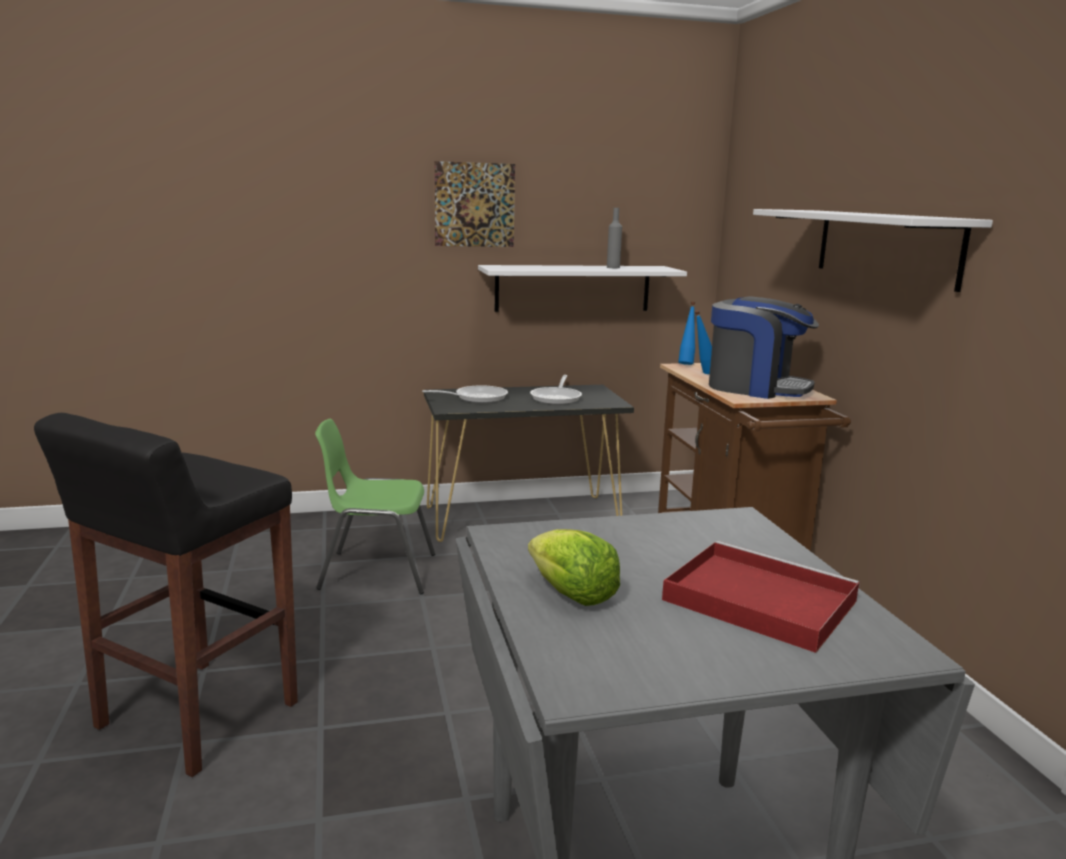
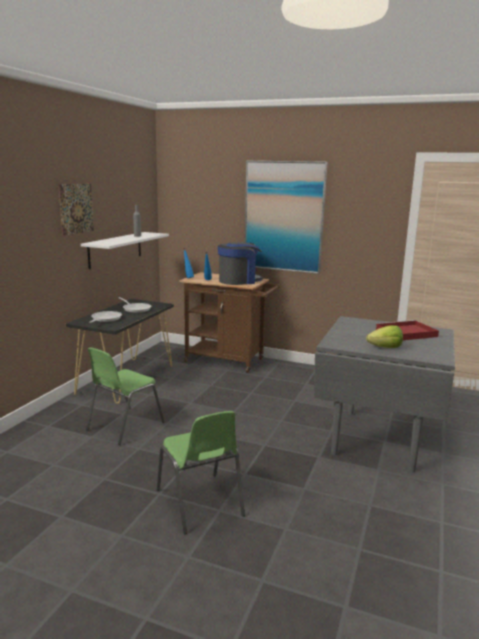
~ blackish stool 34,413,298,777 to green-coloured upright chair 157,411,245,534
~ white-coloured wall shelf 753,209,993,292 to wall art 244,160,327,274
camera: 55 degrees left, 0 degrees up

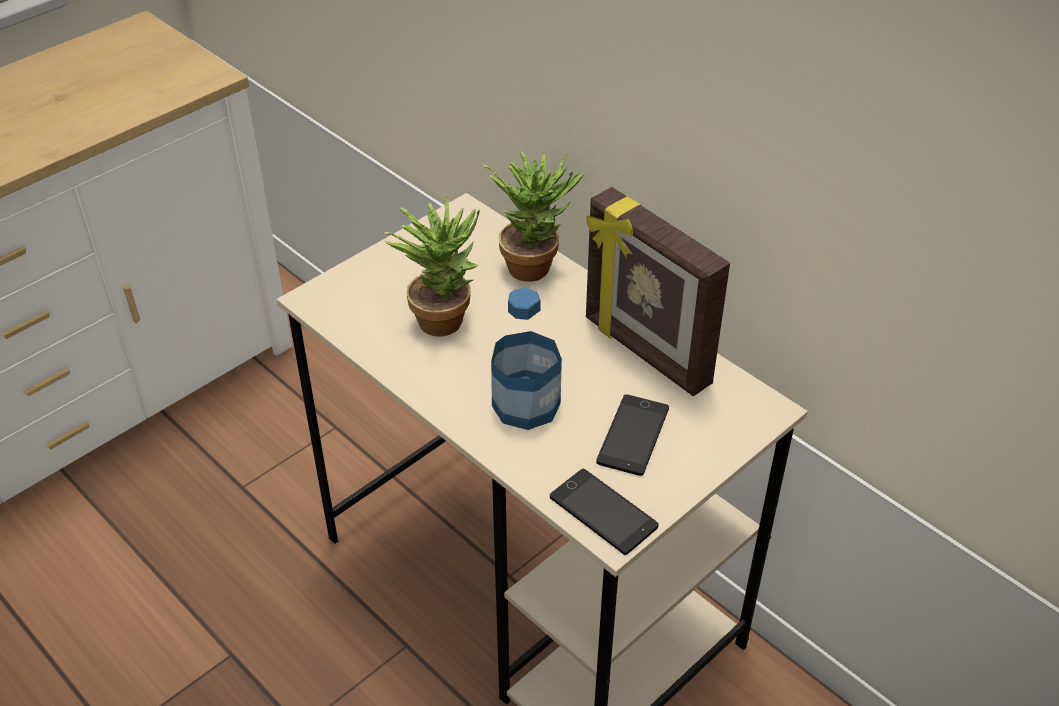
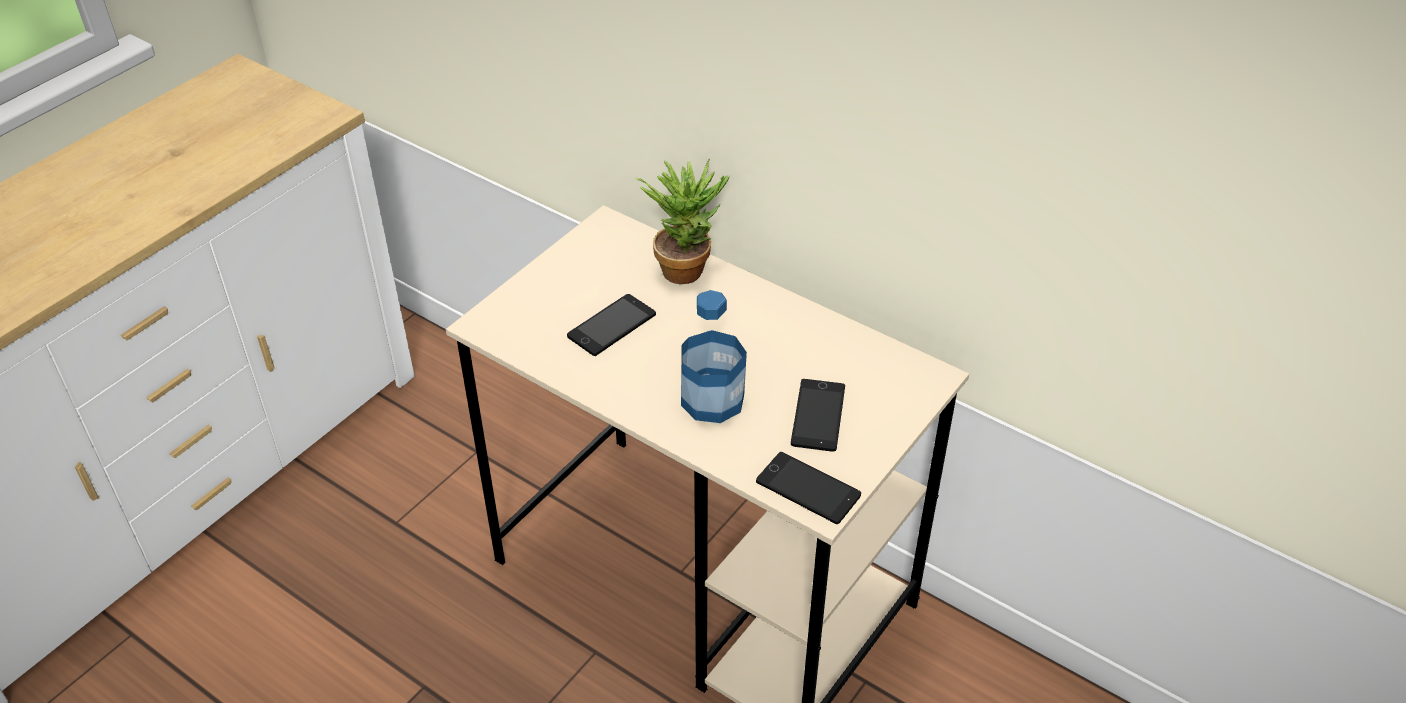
- photo frame 586,187,730,396
~ plant in a pot 384,195,480,337 to telephone 567,294,656,356
camera: 10 degrees left, 0 degrees up

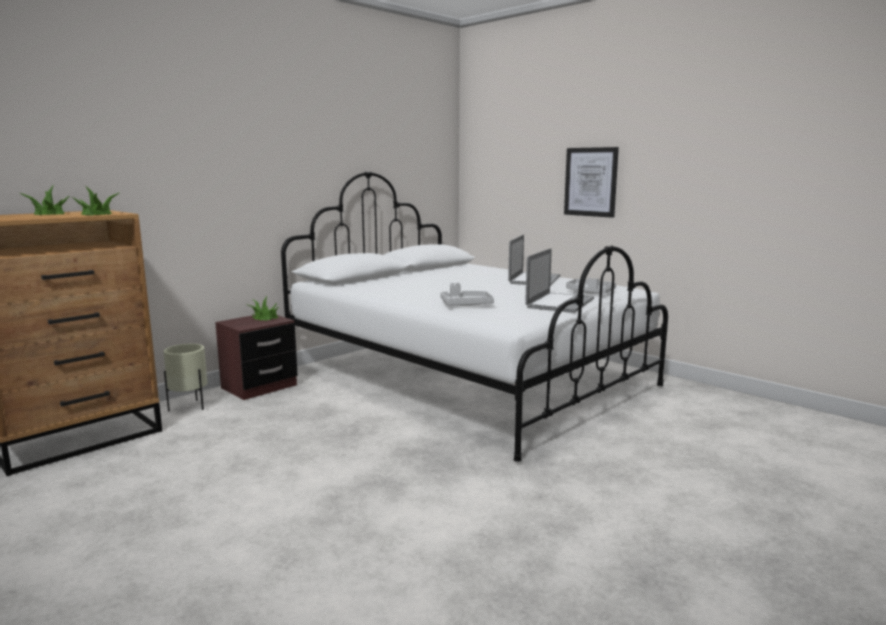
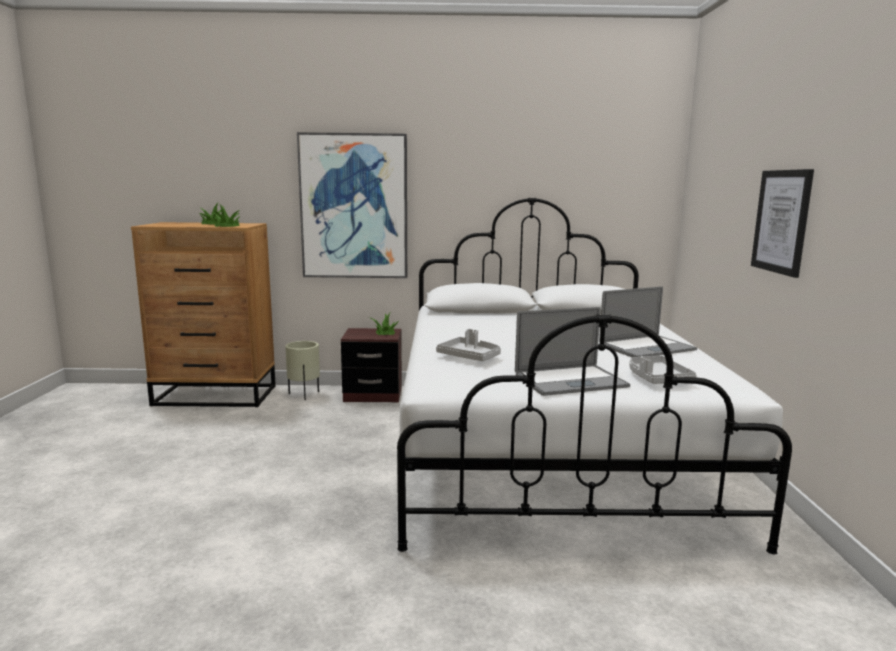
+ wall art 297,132,407,278
camera: 45 degrees right, 0 degrees up

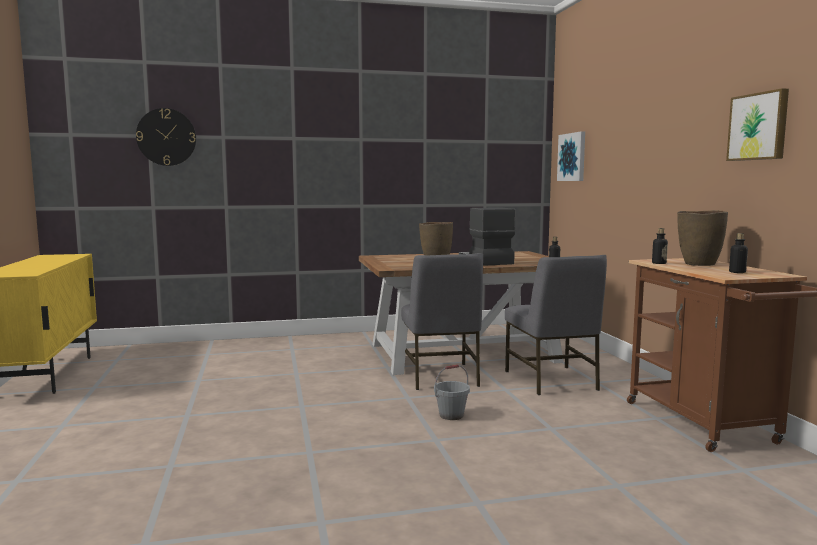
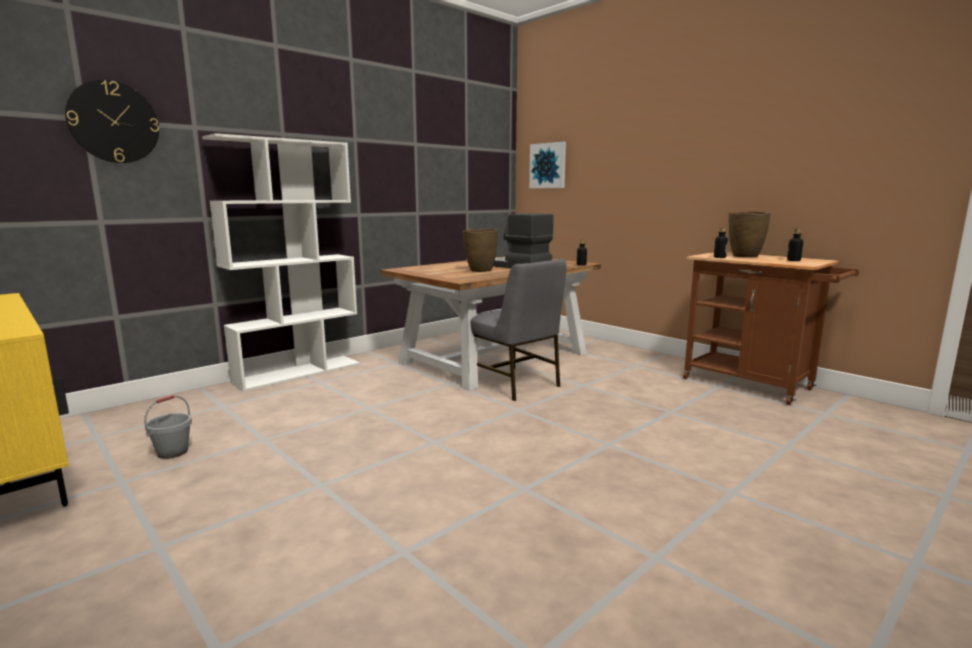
- greyish upright chair 505,255,607,395
- wall art 726,88,789,161
+ white-coloured bookshelf 202,133,360,392
~ greyish bucket 434,365,470,420 to 144,395,192,459
camera: 30 degrees left, 5 degrees up

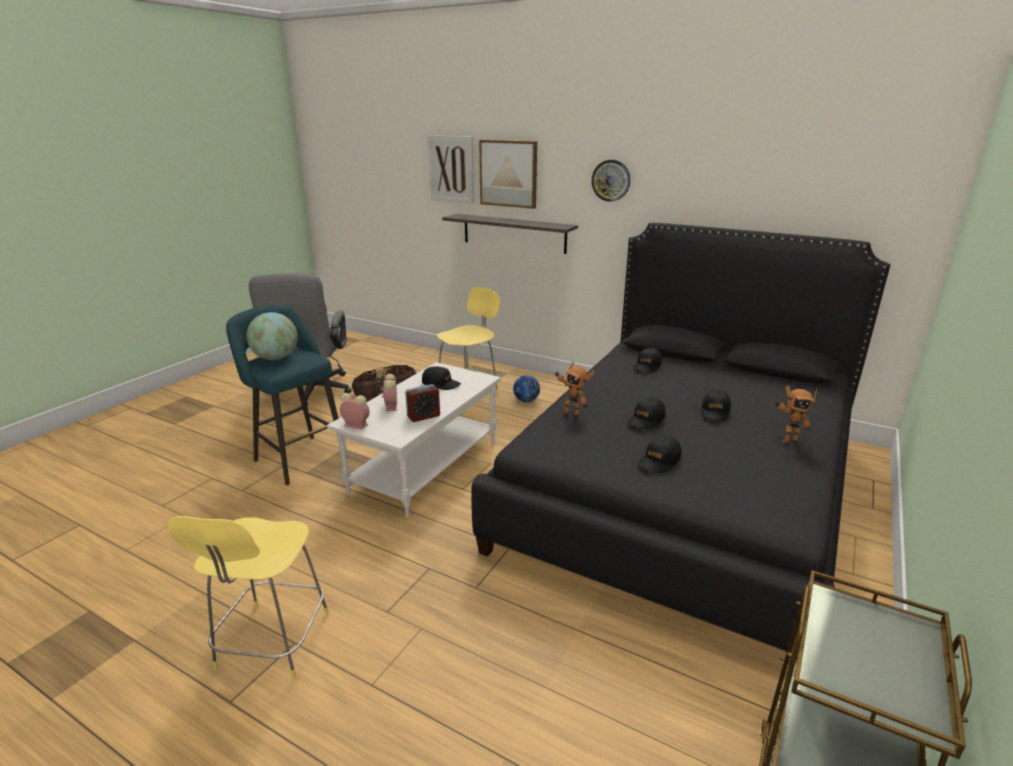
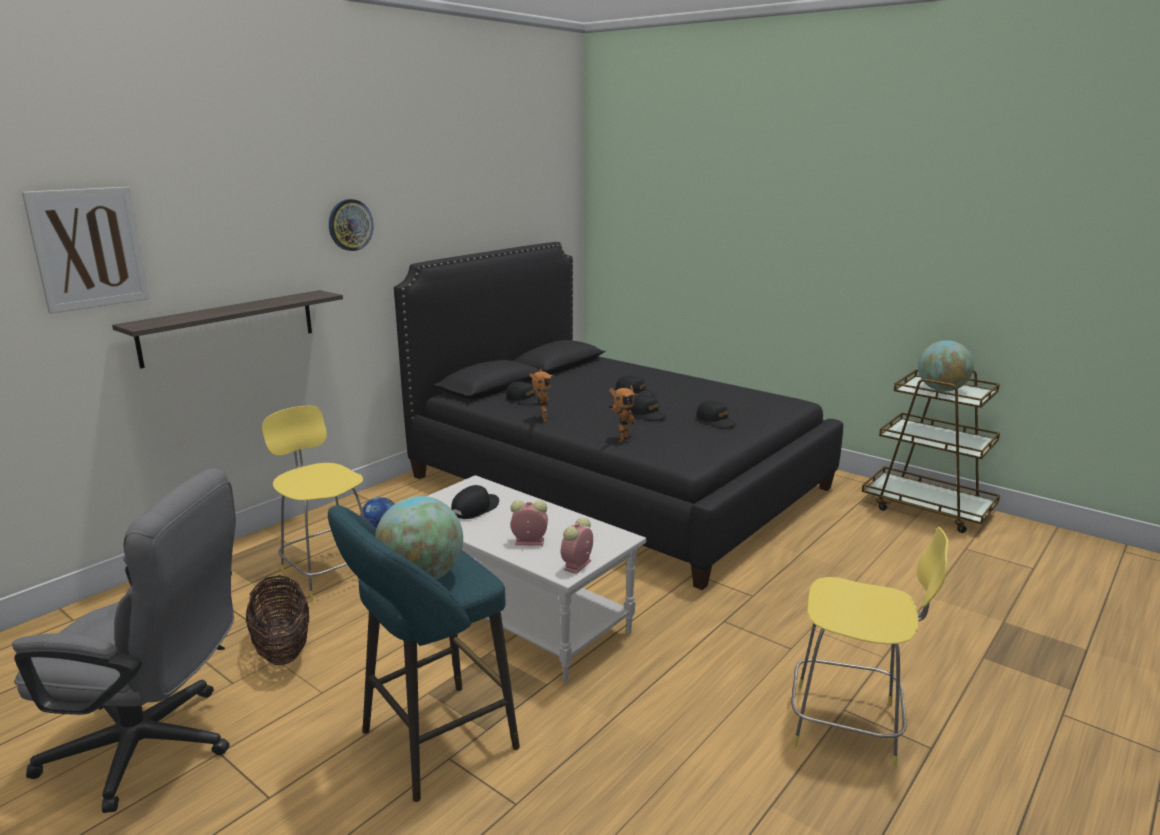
- bedside clock 405,384,440,422
- wall art 479,140,537,209
+ desk globe 918,340,974,392
~ robot figure 774,385,817,444 to 529,369,554,422
camera: 80 degrees left, 5 degrees down

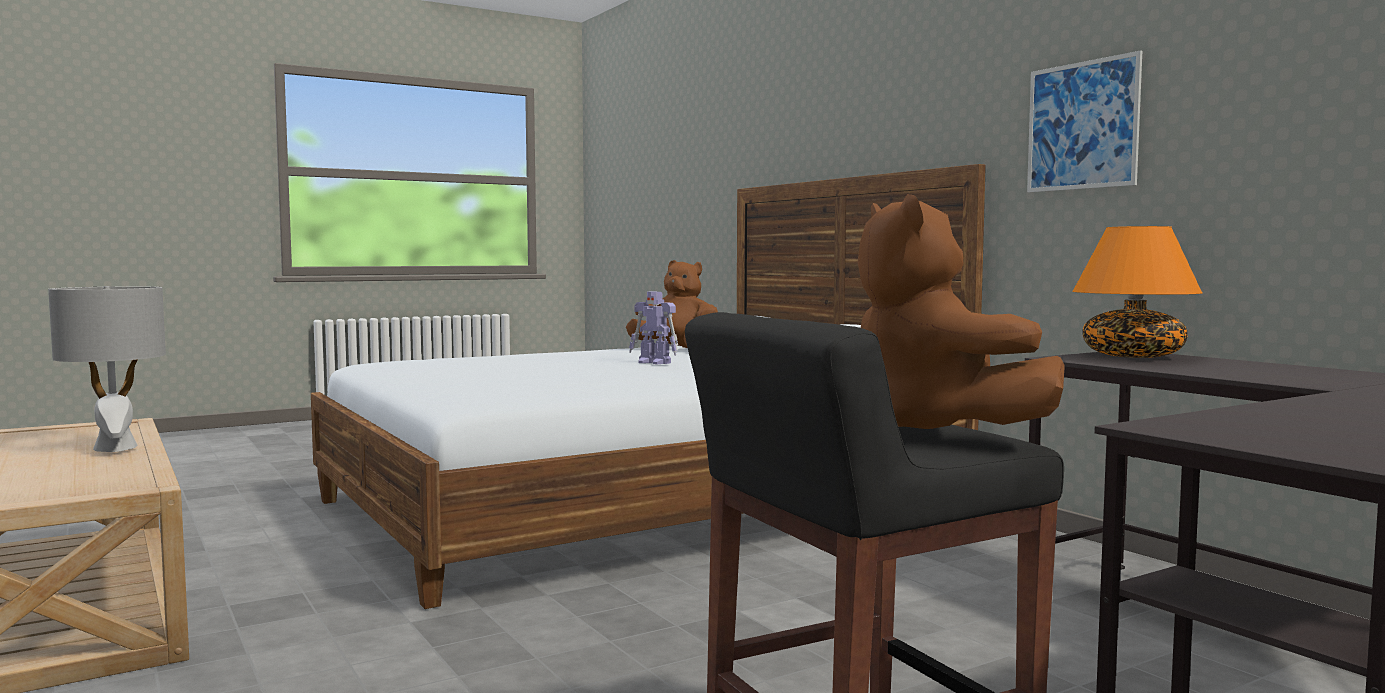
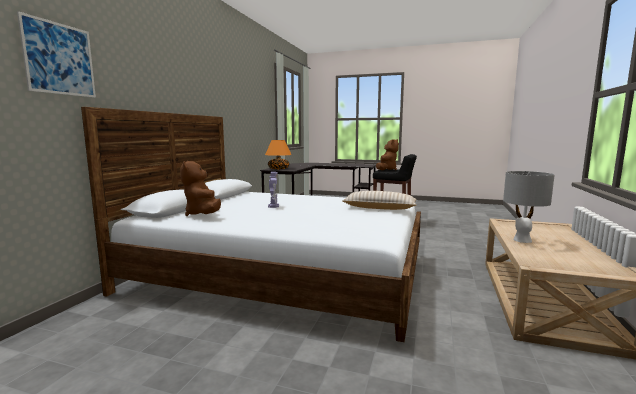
+ beige cushion 342,191,416,210
~ wall art 1027,50,1142,193 to 17,11,96,98
camera: 130 degrees left, 5 degrees up

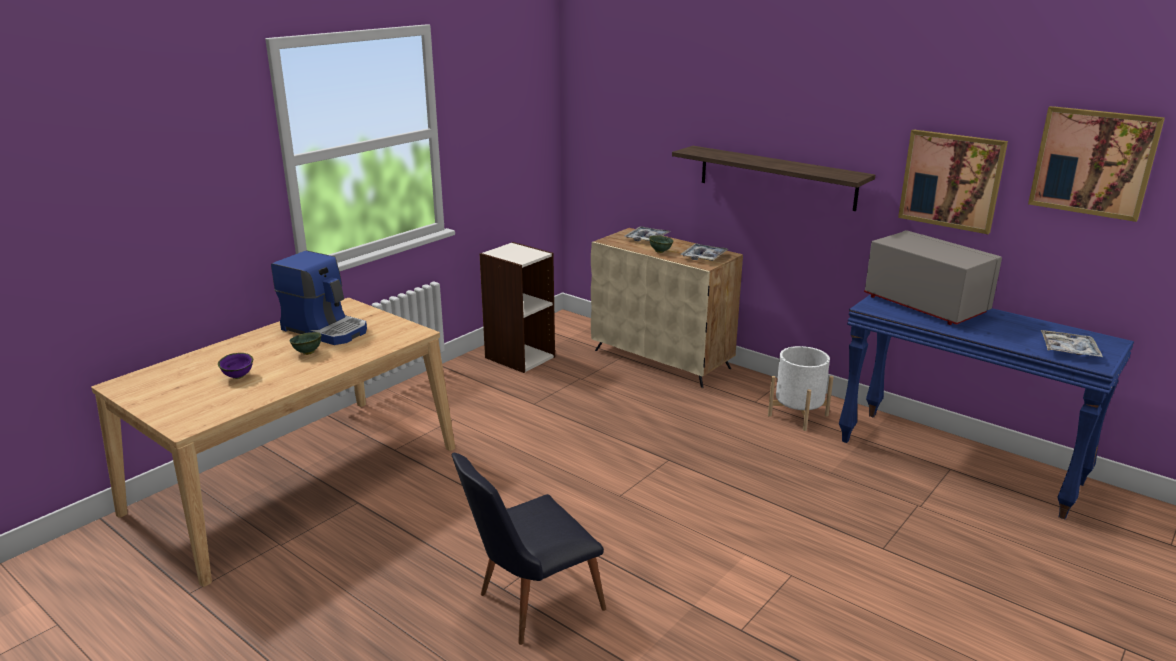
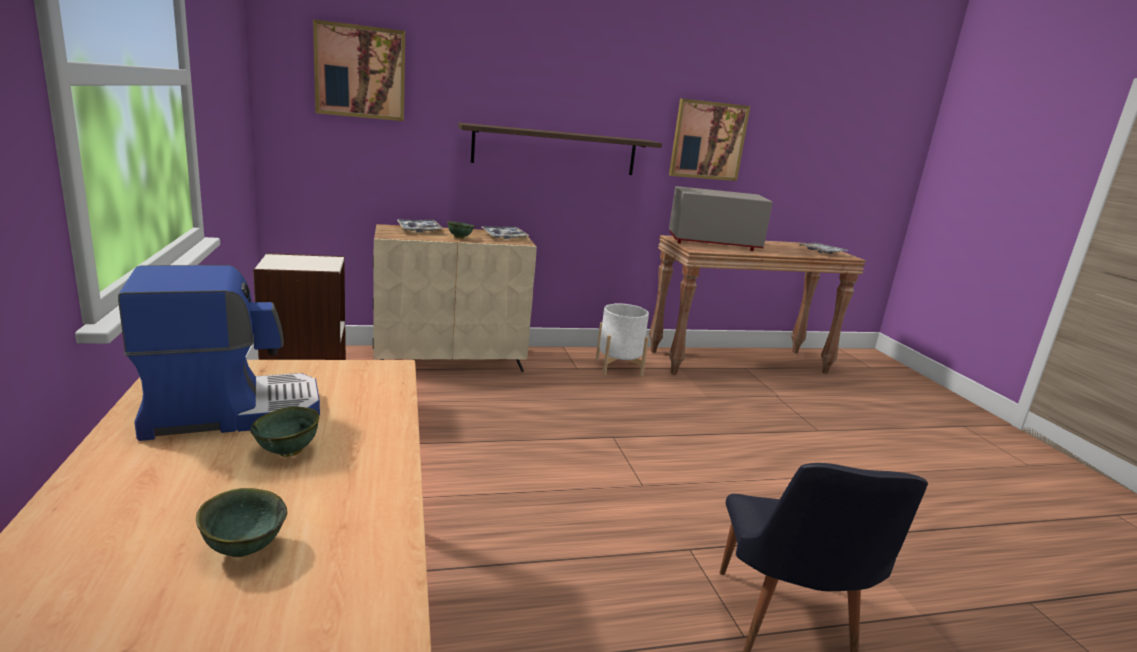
~ wall art 1028,106,1165,222 to 313,19,405,121
~ purple-coloured deep dish 218,353,253,379 to green-coloured deep dish 196,488,287,557
~ blue-coloured hall table 839,294,1134,519 to brownish hall table 649,235,866,374
camera: 55 degrees left, 5 degrees down

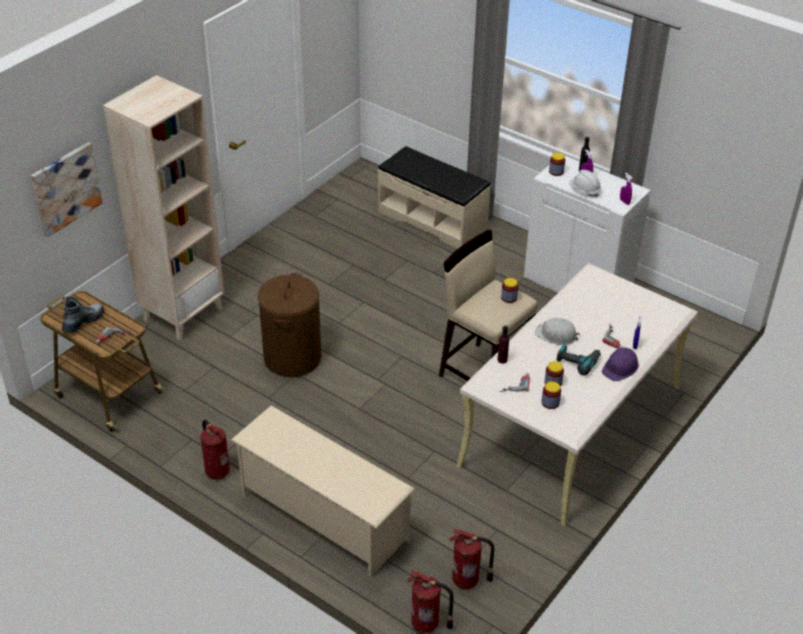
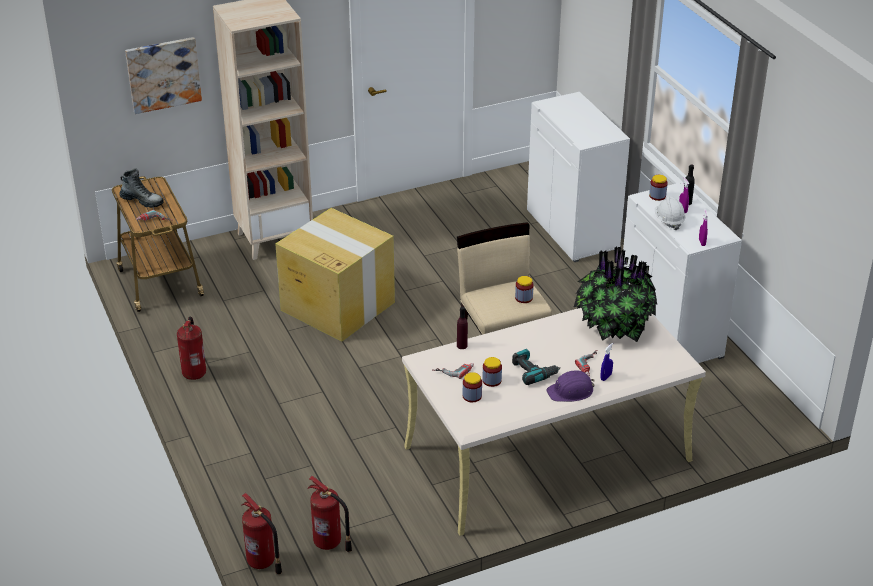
- beige shoe stand 231,405,415,577
- white-coloured hard hat 535,318,580,345
+ plant in a pot 574,246,657,342
~ brownish washing basket 258,273,321,377 to packing box 275,208,395,342
~ beige bench 378,146,491,249 to white-coloured storage cabinet 527,92,630,262
~ high-top boot 61,296,104,333 = 119,168,164,208 45 degrees clockwise
camera: 30 degrees right, 5 degrees down

